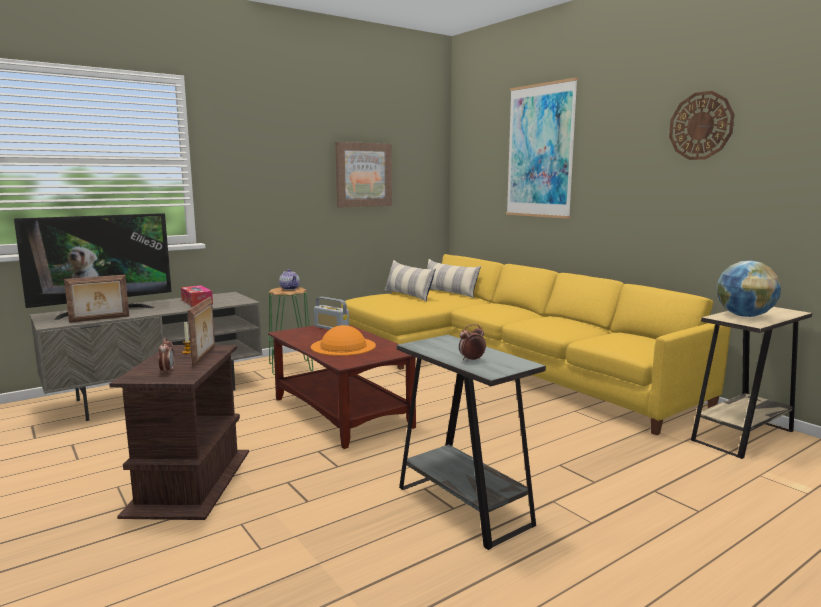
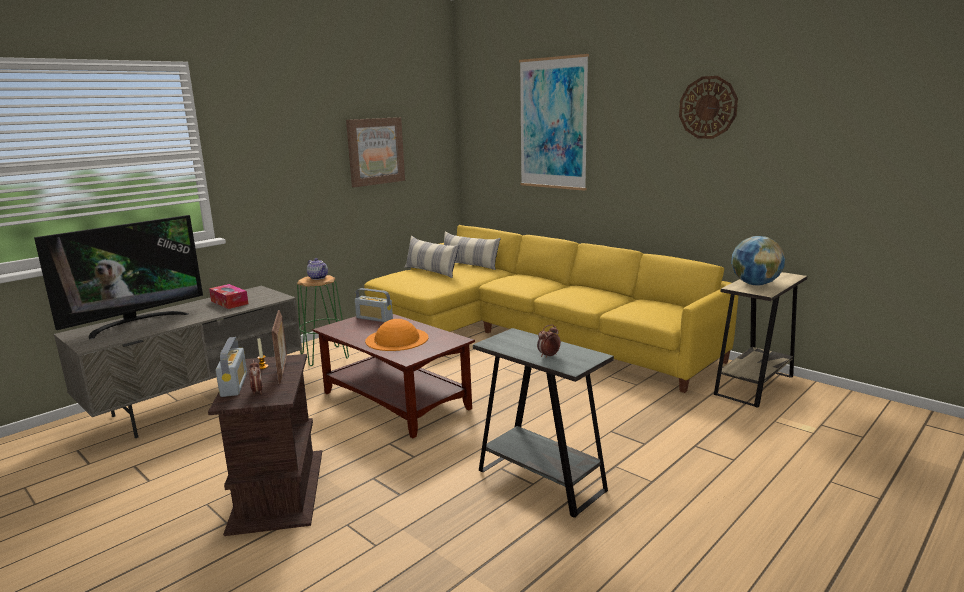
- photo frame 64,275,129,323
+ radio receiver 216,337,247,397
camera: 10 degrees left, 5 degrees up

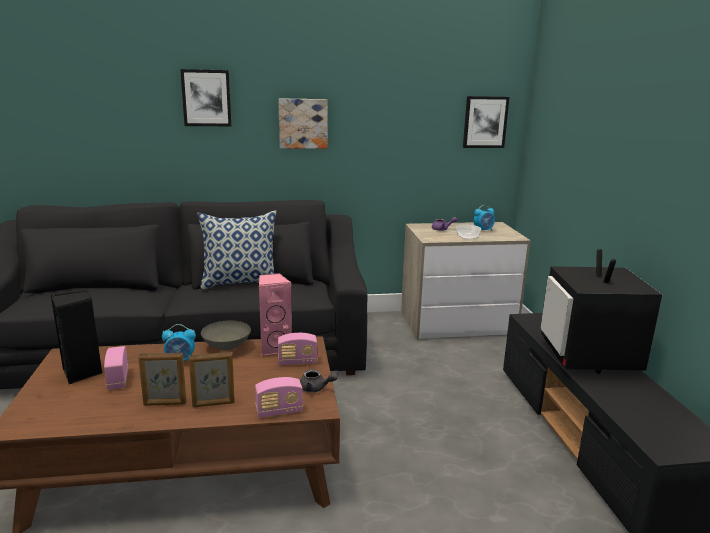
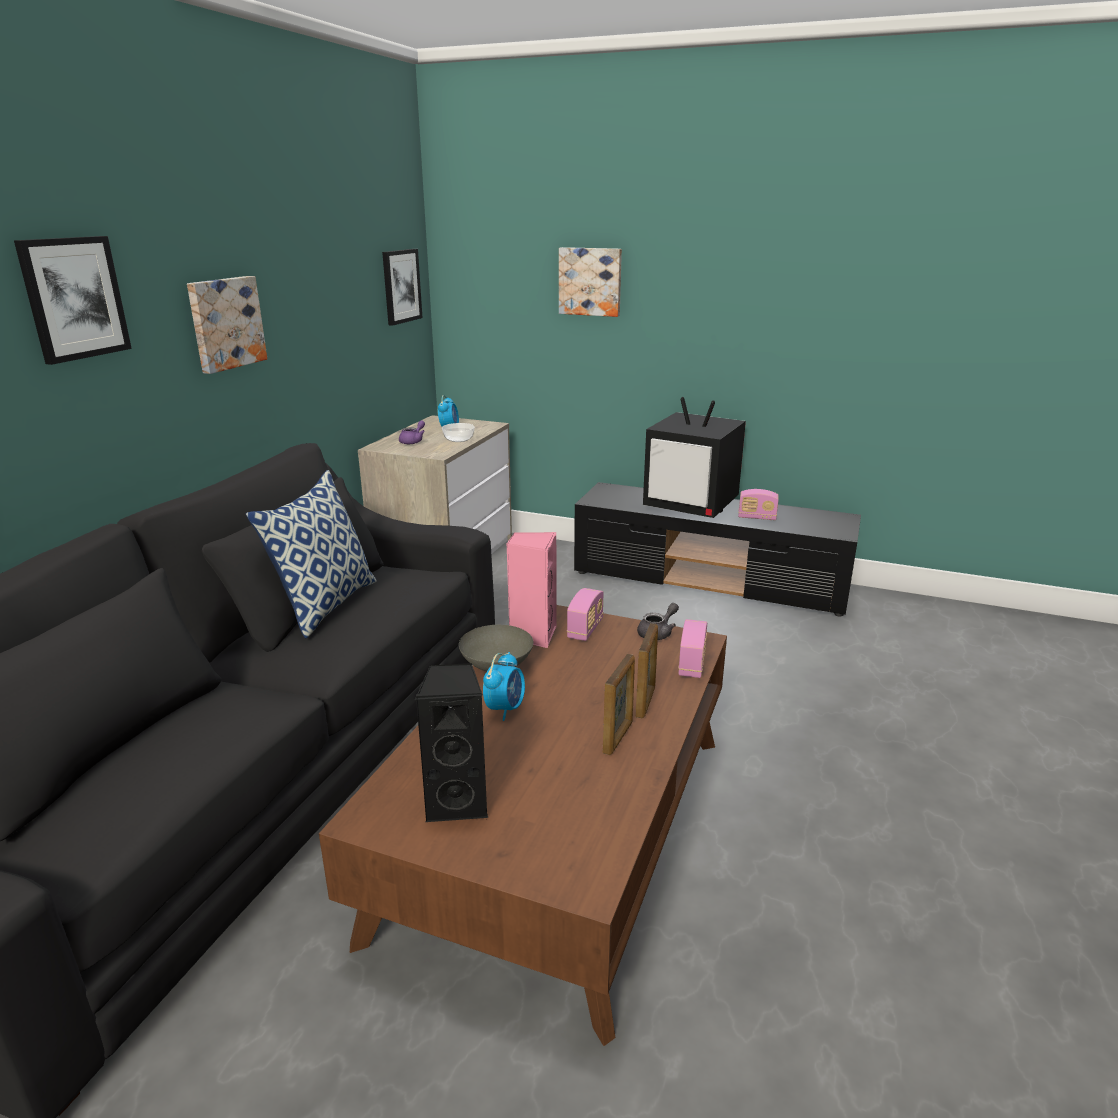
+ wall art 559,247,622,317
~ radio receiver 104,346,128,390 to 738,489,779,520
camera: 60 degrees left, 5 degrees up

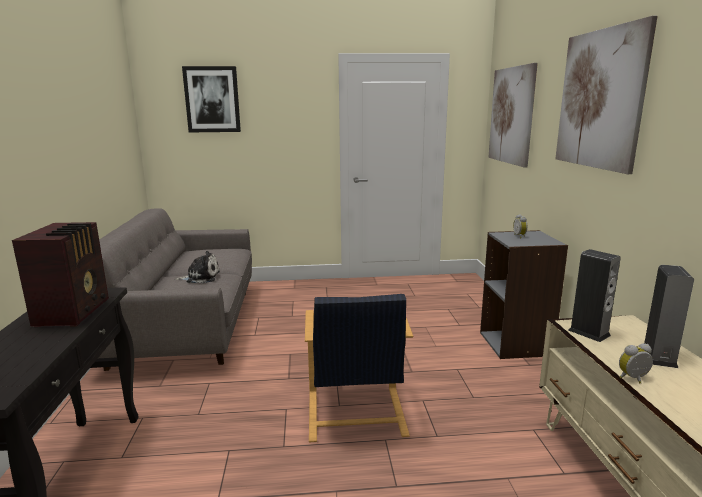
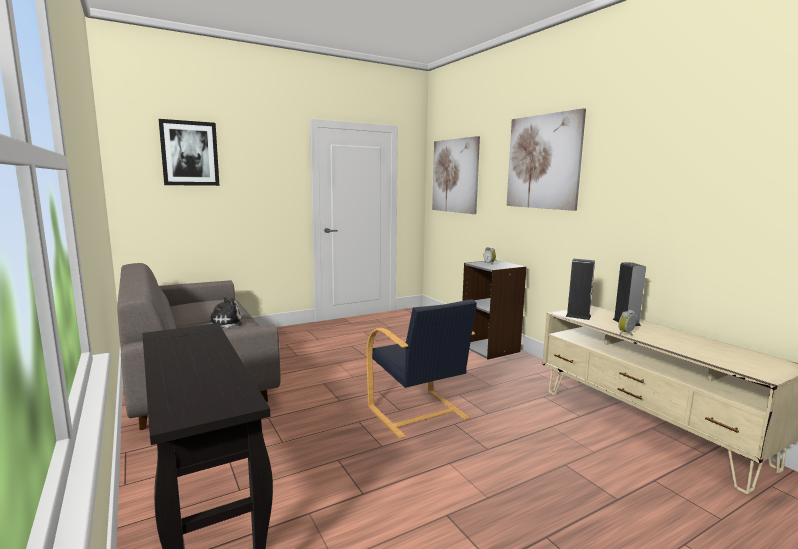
- radio receiver 12,222,109,327
camera: 25 degrees left, 5 degrees down

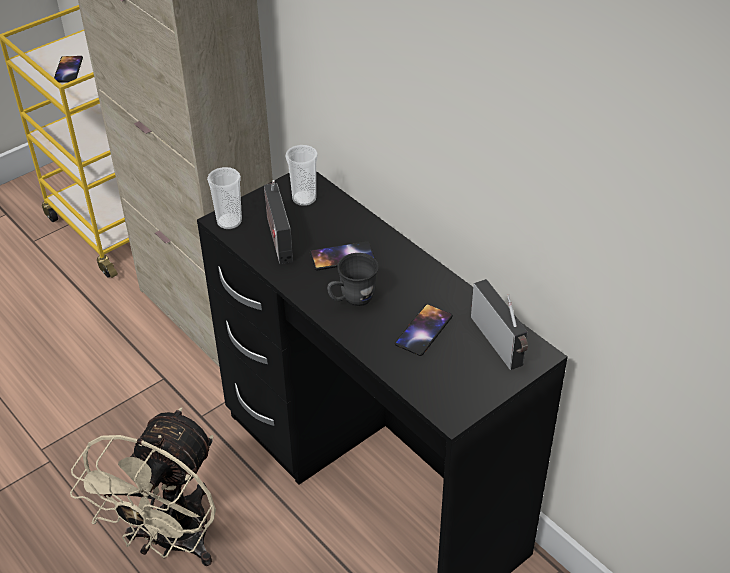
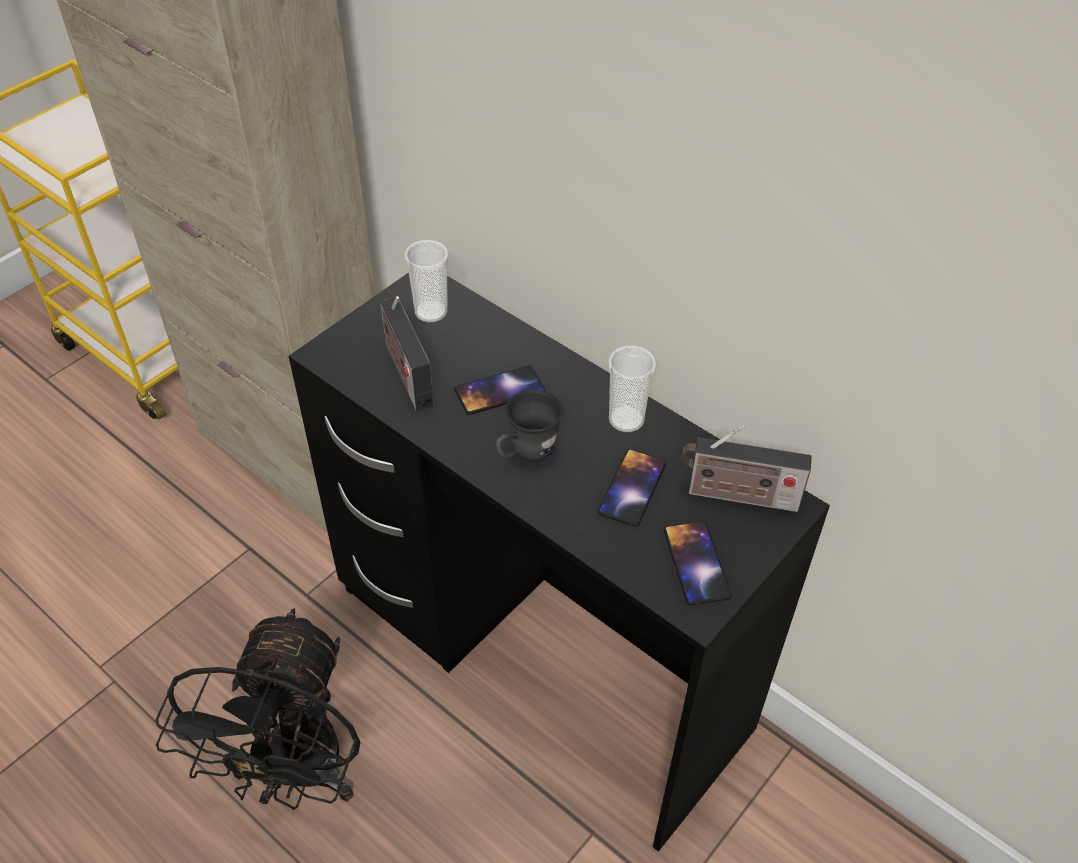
~ telephone 54,56,83,83 to 664,521,732,605
~ drinking cup 207,167,242,229 to 608,346,657,432
~ beige electric fan 70,407,216,566 to blackish electric fan 155,608,360,810
~ radio receiver 471,279,528,370 = 682,425,812,512 135 degrees clockwise
camera: 10 degrees left, 5 degrees up

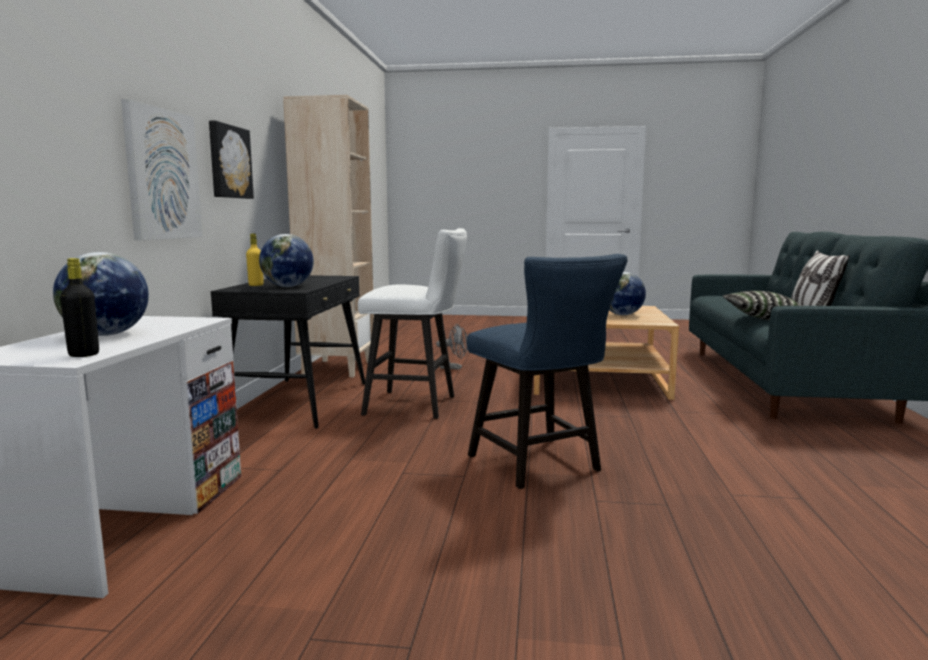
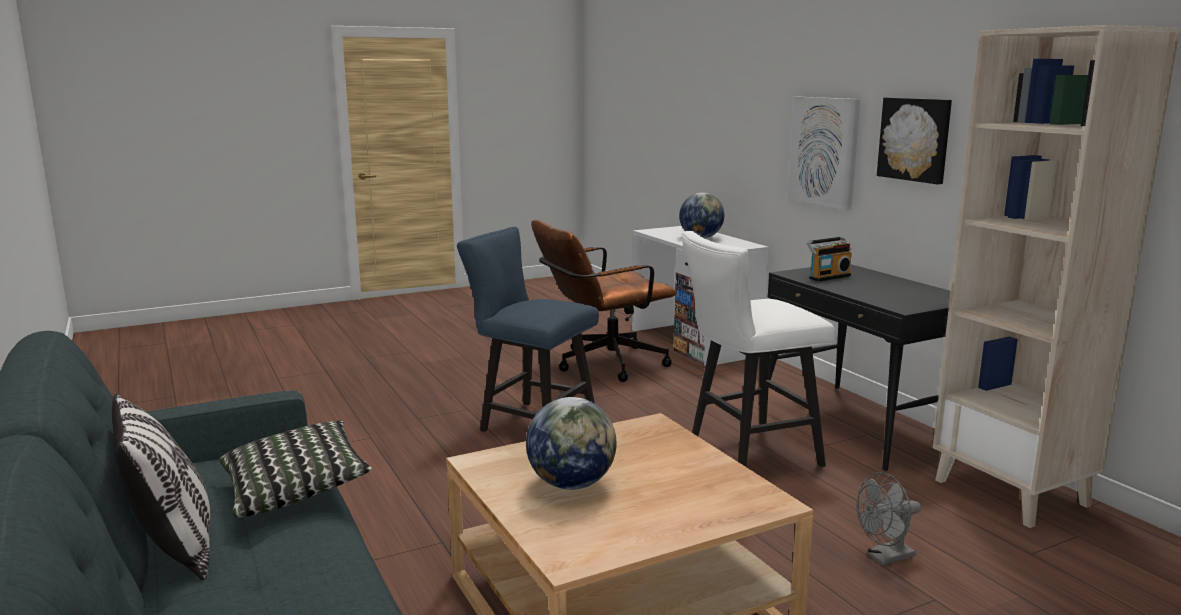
- blackish beverage bottle 60,258,99,357
- yellow-coloured beverage bottle 246,234,264,286
+ brownish desk chair 531,220,677,382
~ desk globe 259,234,314,287 to radio receiver 807,236,852,282
camera: 145 degrees right, 5 degrees up

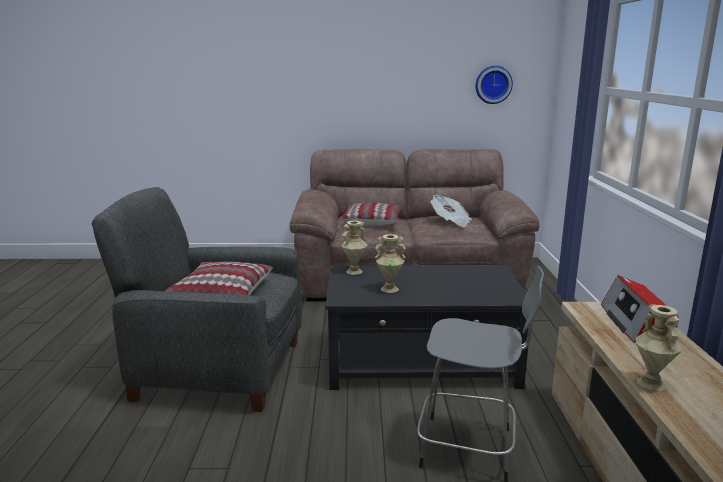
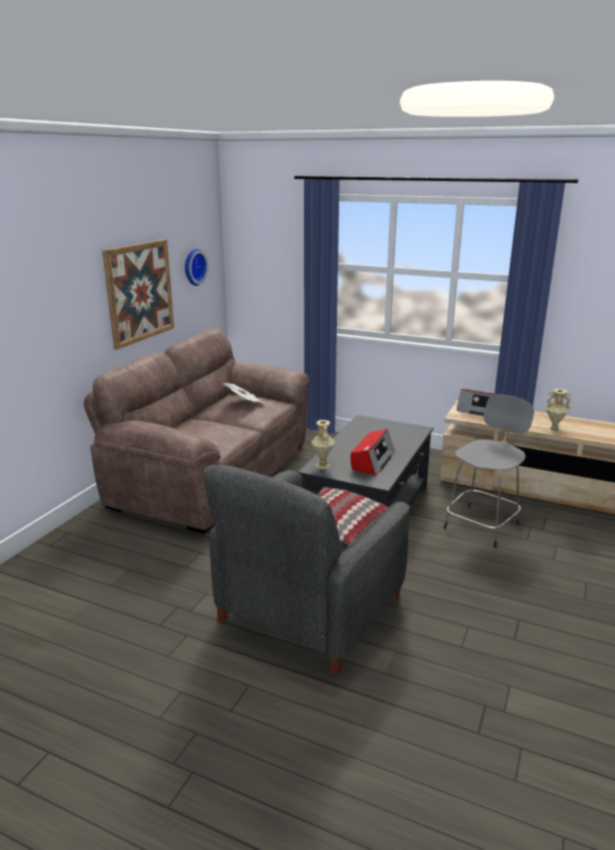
- cushion 340,202,402,226
+ wall art 102,239,174,350
~ beige flower vase 375,234,406,293 to radio receiver 350,429,395,476
camera: 65 degrees left, 5 degrees up

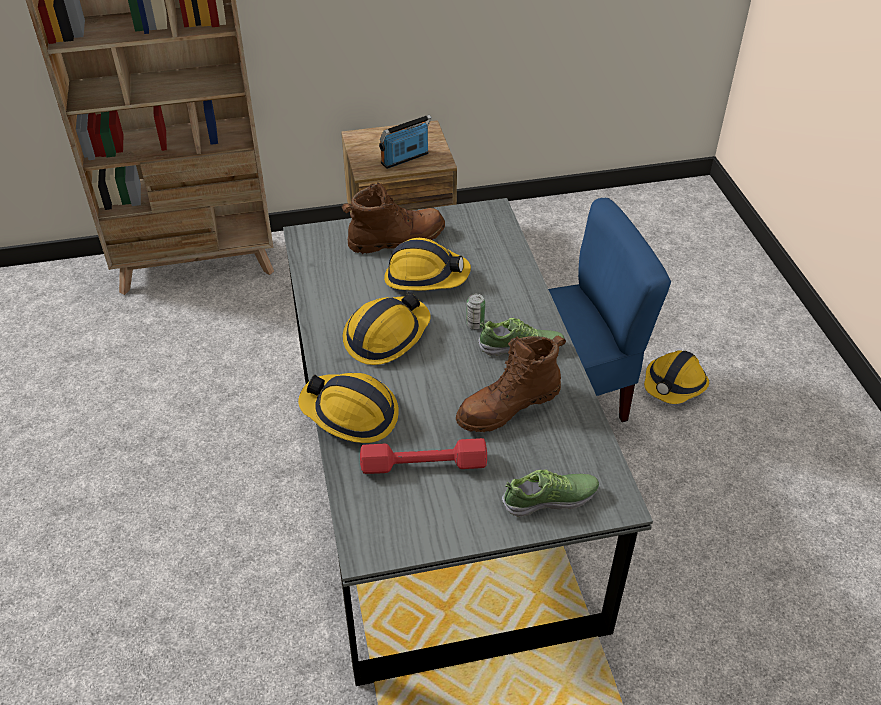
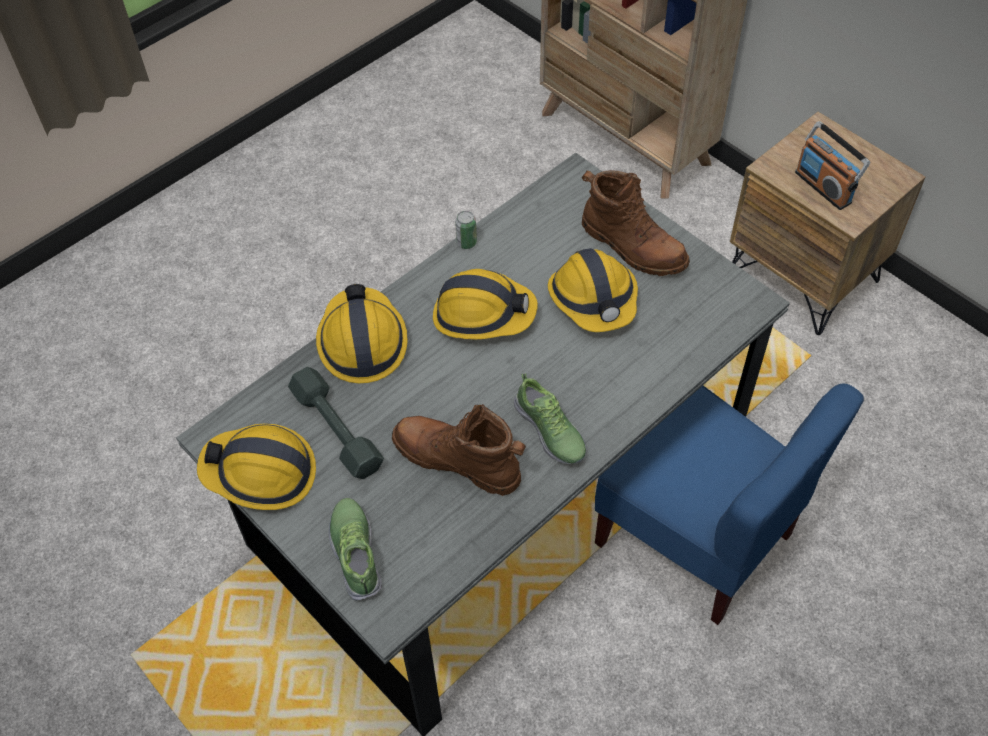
~ metal can 466,294,485,329 to 455,211,477,249
~ hard hat 644,351,709,404 to 197,423,316,510
~ reddish dumbbell 360,438,487,474 to greyish dumbbell 288,367,384,479
~ radio receiver 379,115,432,169 = 795,122,870,210 150 degrees counterclockwise
~ low shoe 502,470,599,517 = 329,498,382,601 150 degrees counterclockwise
camera: 60 degrees right, 10 degrees up

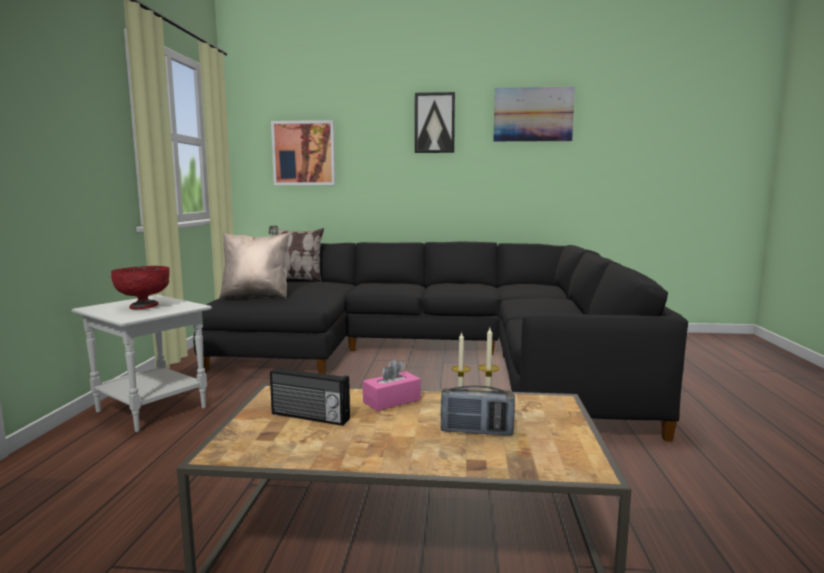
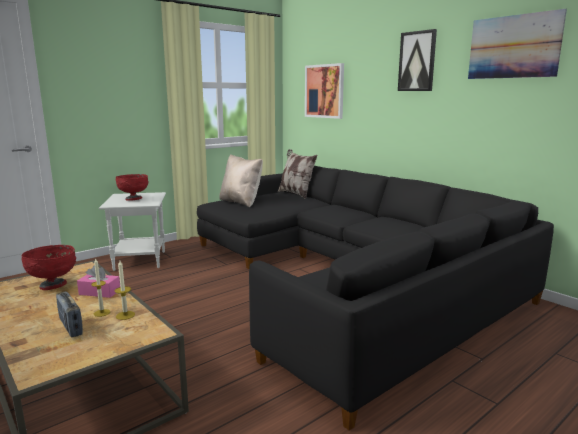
~ radio receiver 270,367,350,426 to reddish deep dish 22,245,76,290
camera: 45 degrees right, 5 degrees up

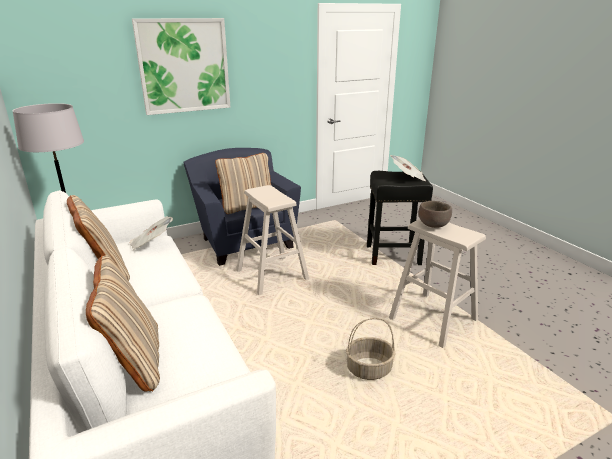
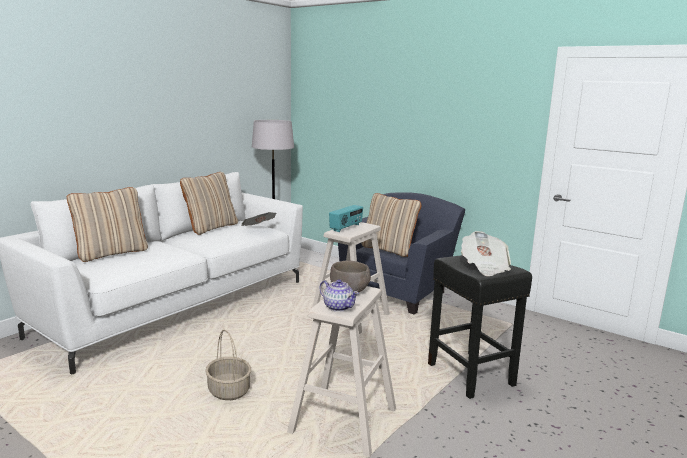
- wall art 132,18,230,115
+ teapot 320,279,359,312
+ radio receiver 329,205,363,232
camera: 65 degrees right, 10 degrees down

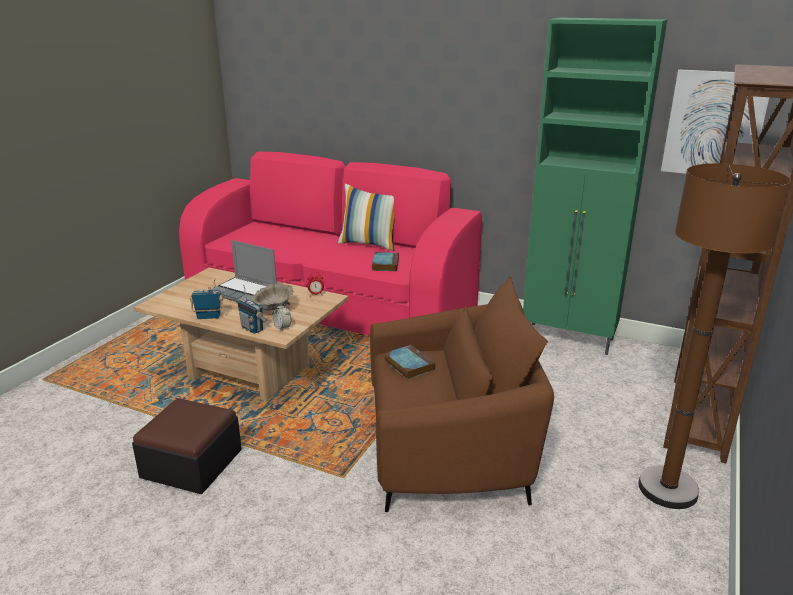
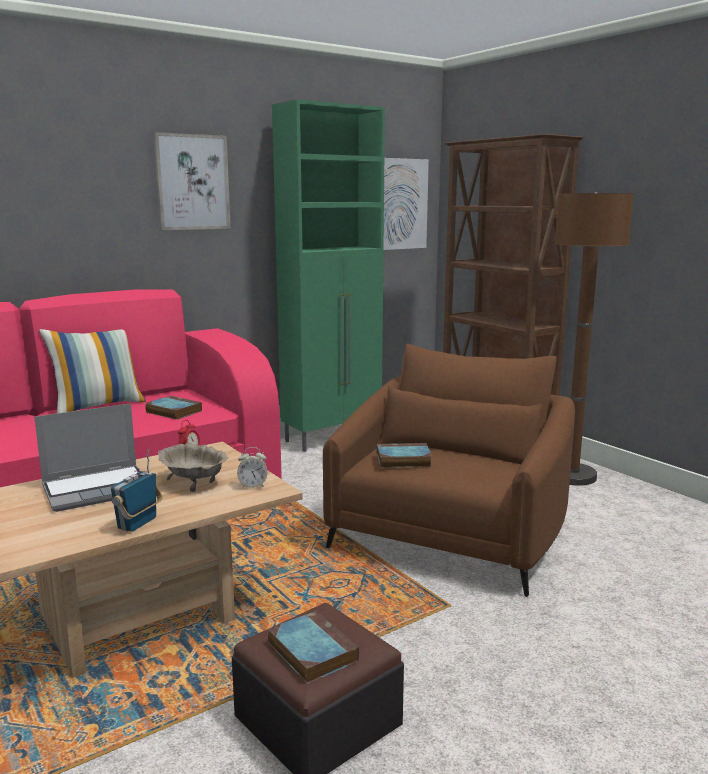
- radio receiver 237,285,267,334
+ wall art 153,132,231,230
+ book 268,611,359,684
camera: 60 degrees left, 10 degrees down

